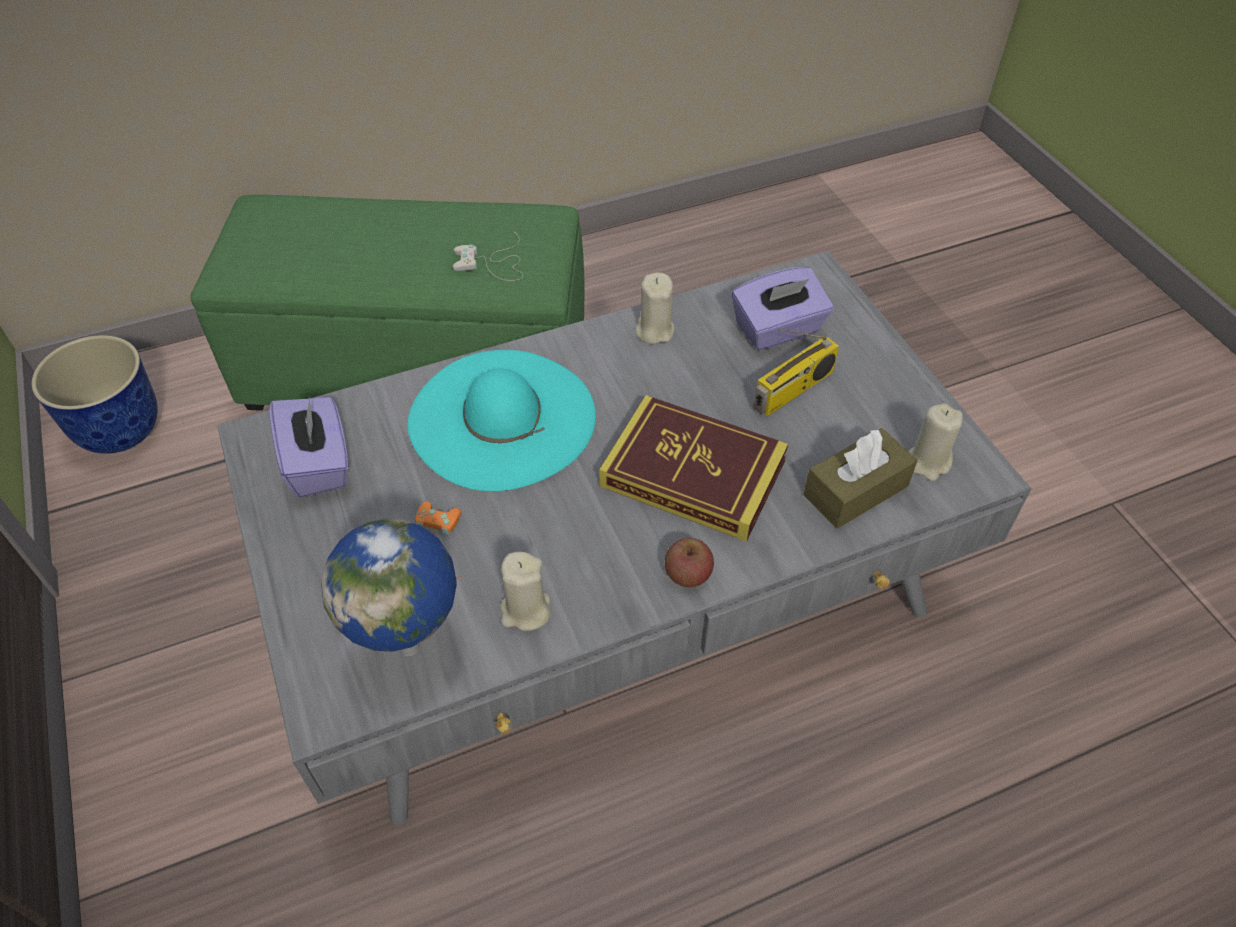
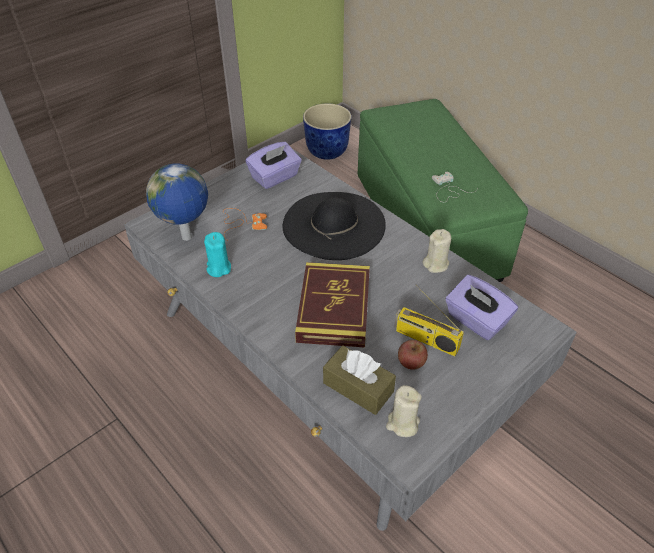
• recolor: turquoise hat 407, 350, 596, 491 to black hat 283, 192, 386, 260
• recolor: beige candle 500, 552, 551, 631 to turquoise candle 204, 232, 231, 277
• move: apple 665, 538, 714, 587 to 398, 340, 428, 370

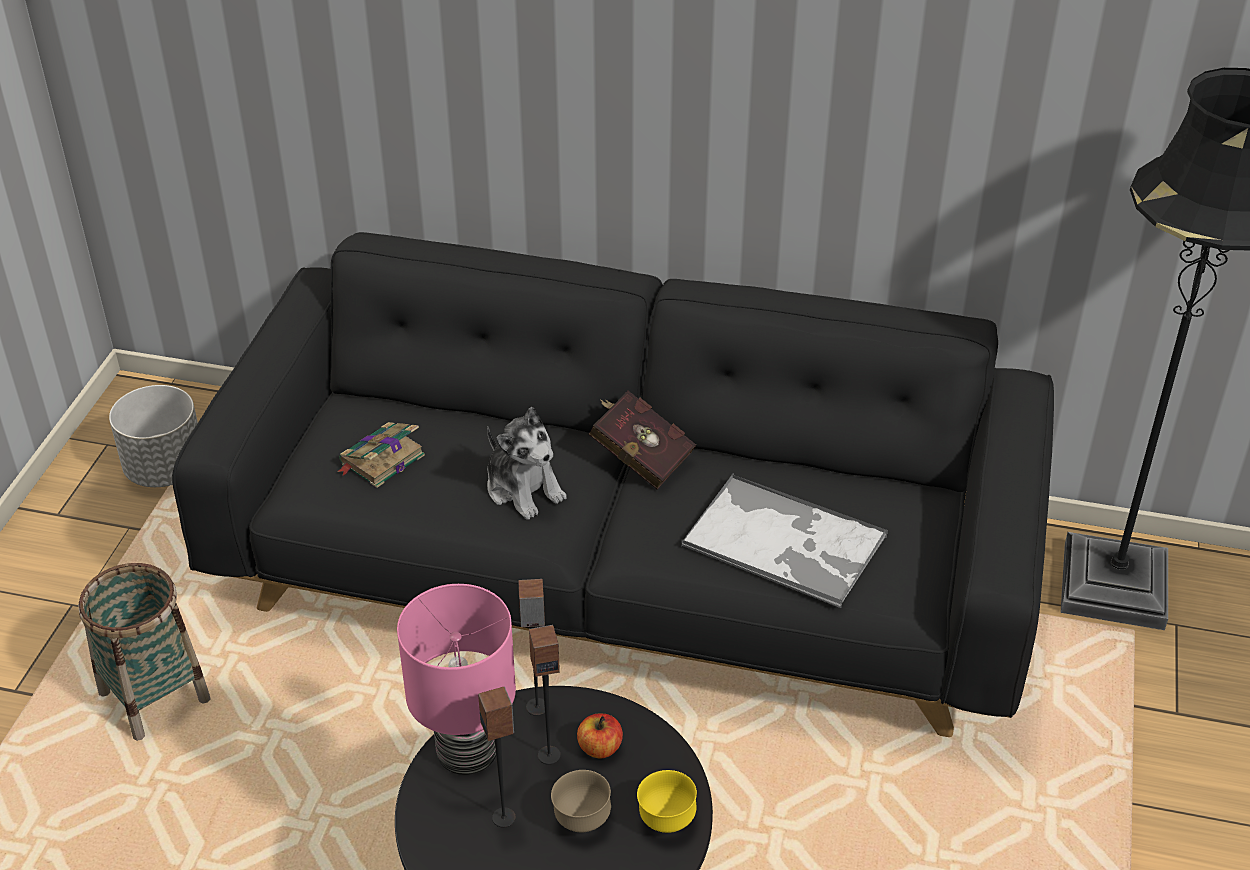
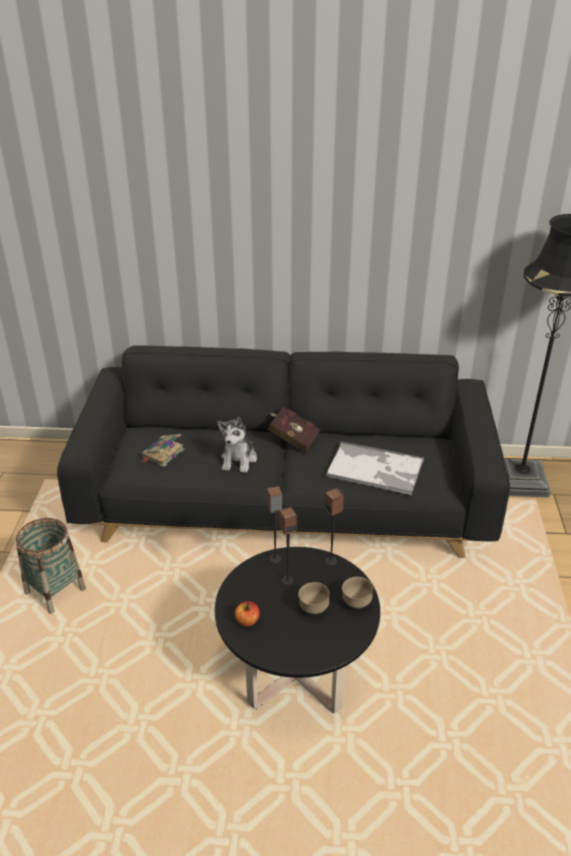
• delete: grey planter 109, 385, 198, 487
• delete: pink table lamp 397, 584, 516, 775
• move: speaker 478, 687, 516, 828 to 325, 488, 344, 566
• rotate: plush toy 487, 407, 567, 520 = 217, 417, 257, 473 60 degrees clockwise
• move: apple 577, 714, 623, 759 to 235, 601, 260, 627
• recolor: yellow bowl 637, 770, 697, 833 to brown bowl 342, 577, 373, 608

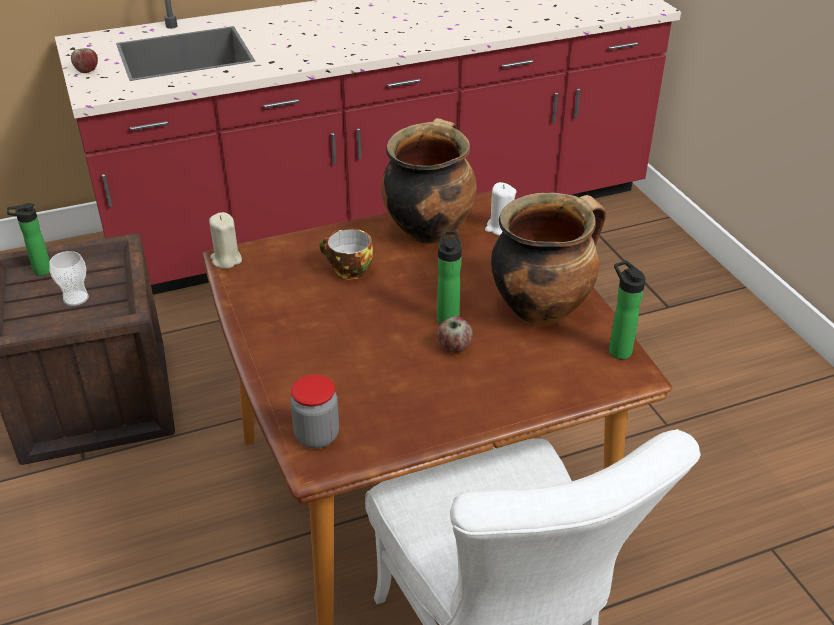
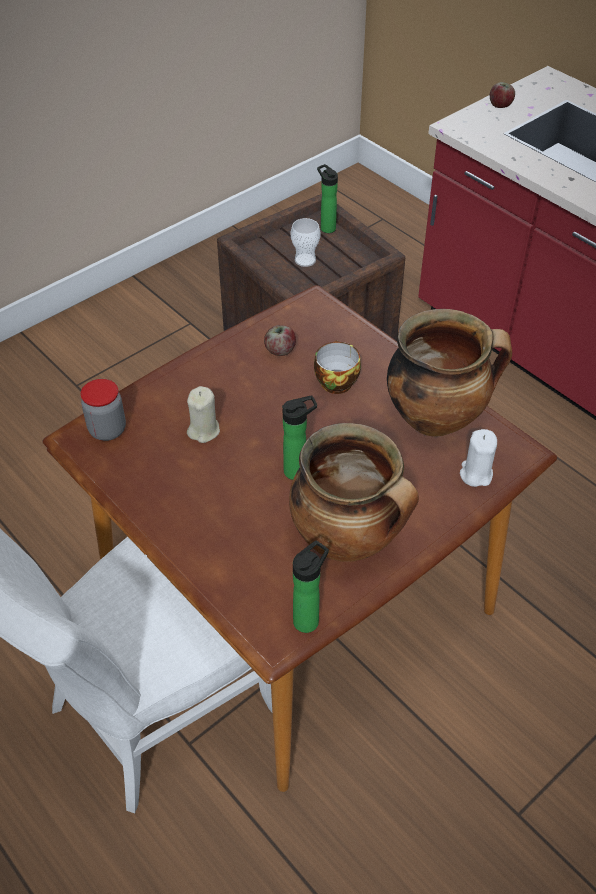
• move: beige candle 209, 212, 242, 269 to 187, 386, 220, 443
• move: apple 437, 316, 473, 353 to 264, 325, 296, 356

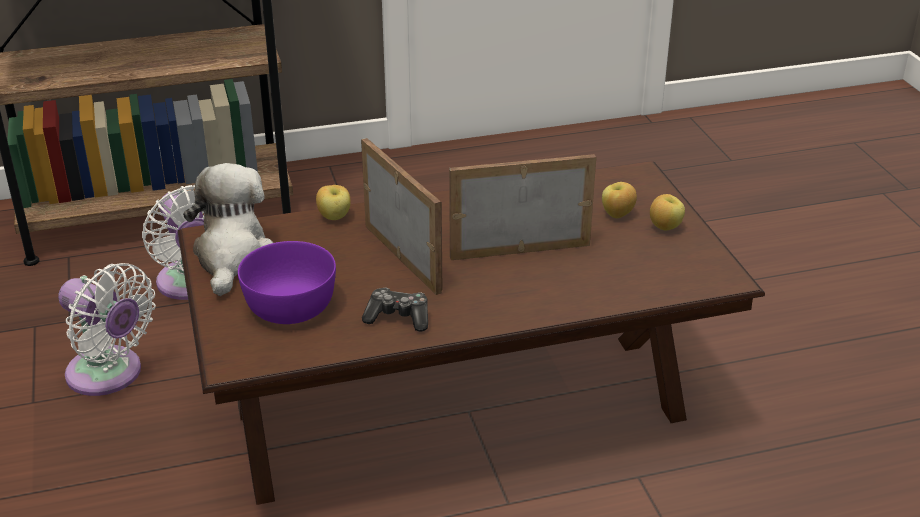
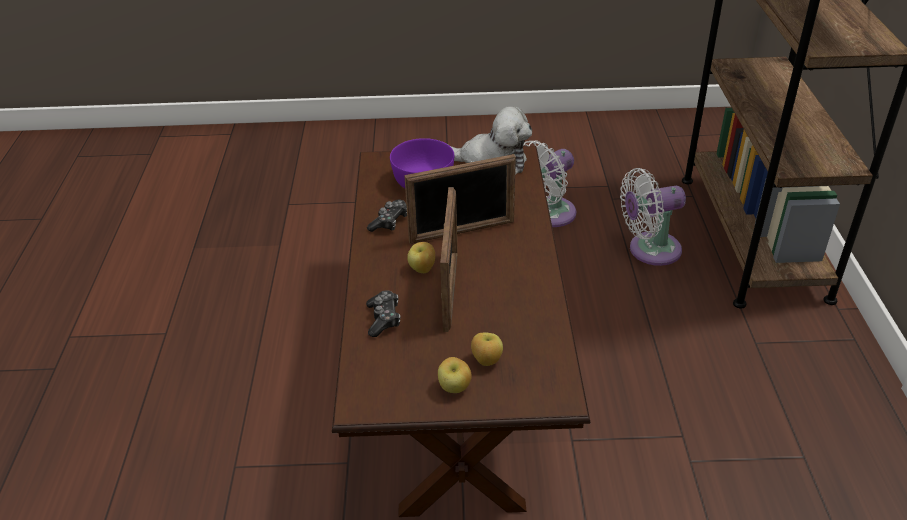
• move: apple 316, 185, 351, 220 to 407, 242, 435, 273
• insert: game controller 366, 290, 400, 337

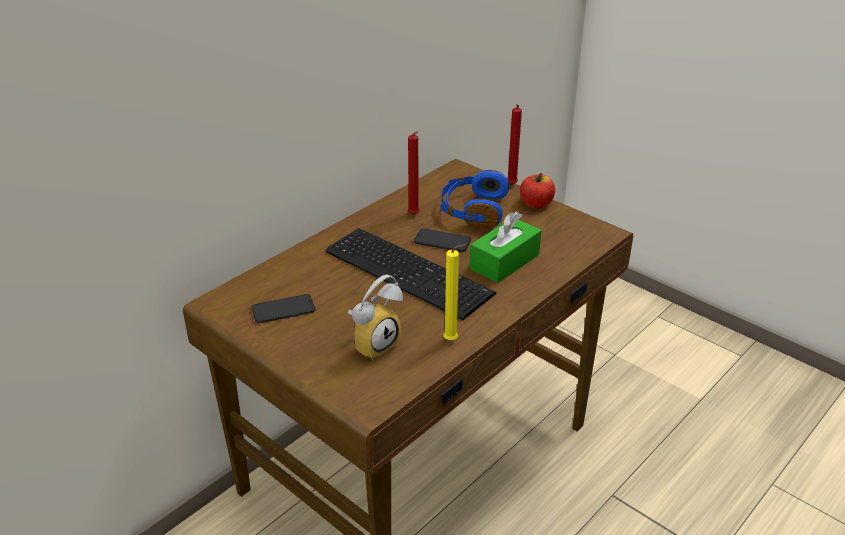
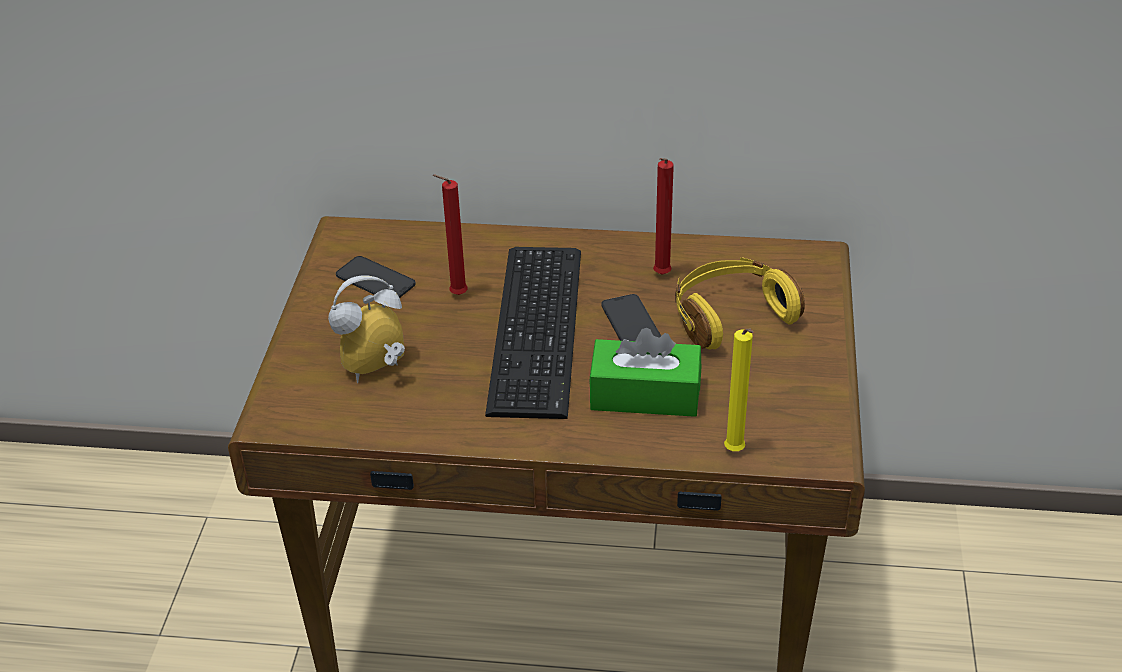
• rotate: alarm clock 348, 274, 403, 361 = 328, 275, 405, 383 135 degrees clockwise
• recolor: blue headphones 441, 170, 509, 230 to yellow headphones 675, 257, 805, 349
• move: yellow candle 443, 244, 466, 340 to 724, 329, 753, 451
• move: red candle 507, 104, 522, 185 to 433, 175, 468, 295
• delete: apple 520, 173, 555, 209

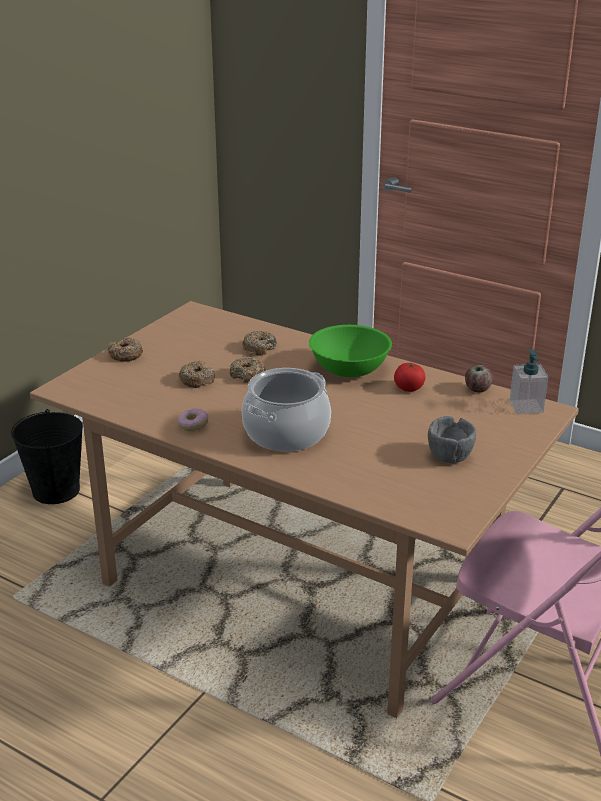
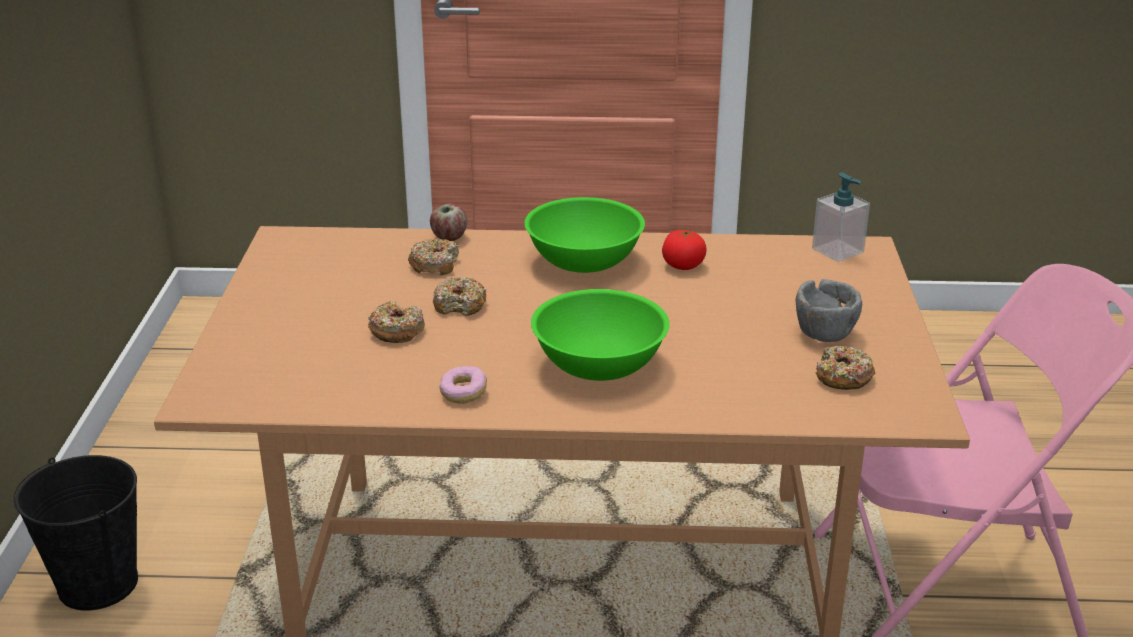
• move: donut 108, 337, 143, 362 to 815, 346, 875, 390
• replace: cooking pot 242, 368, 331, 452 to green bowl 531, 289, 670, 381
• move: apple 465, 365, 493, 393 to 430, 204, 467, 241

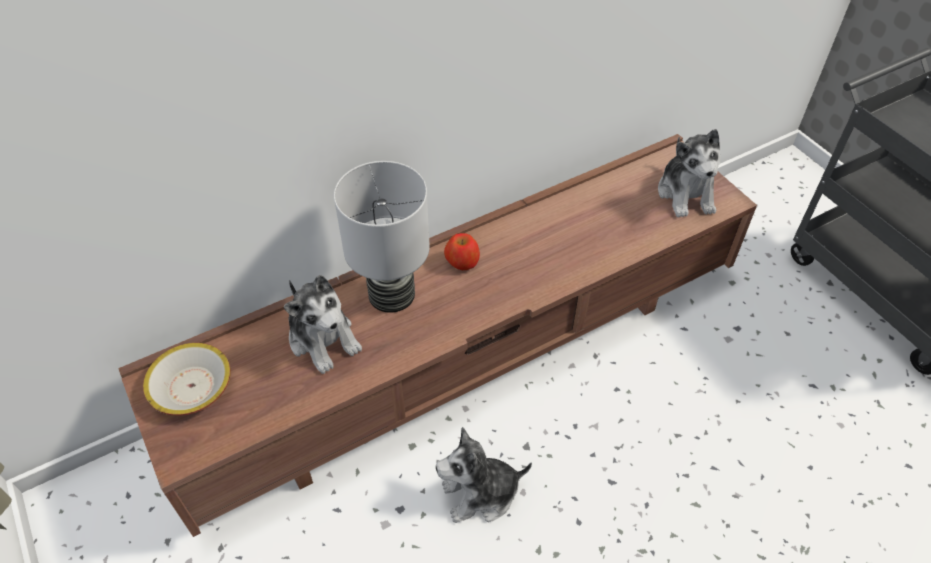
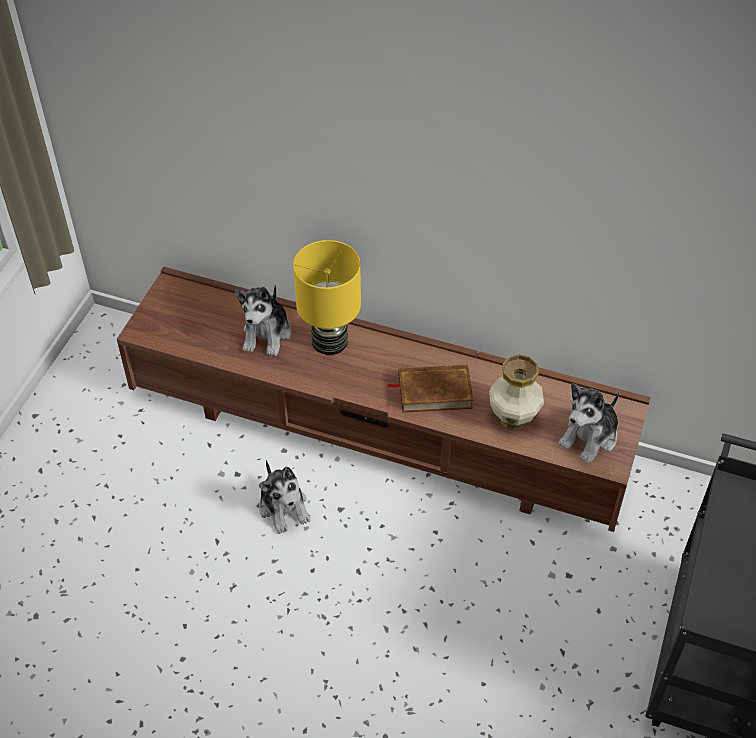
• delete: bowl 143, 343, 231, 416
• recolor: grey table lamp 334, 161, 430, 313 to yellow table lamp 293, 240, 361, 355
• rotate: plush toy 436, 427, 532, 523 = 259, 460, 311, 534 150 degrees counterclockwise
• delete: apple 444, 233, 480, 270
• insert: brown book 387, 365, 473, 412
• insert: vase 489, 354, 544, 431

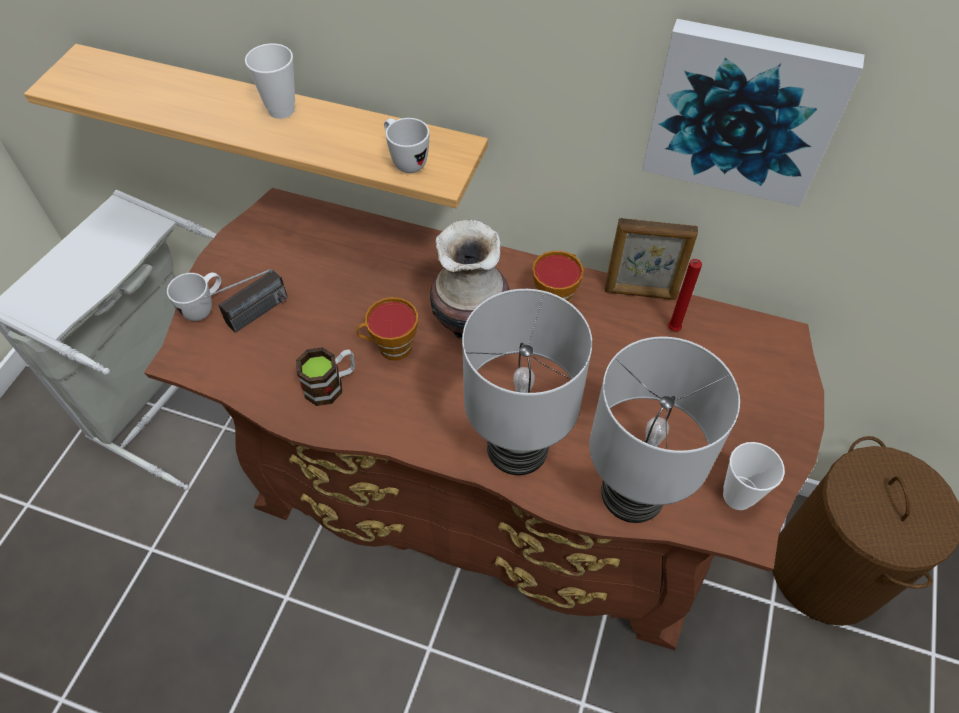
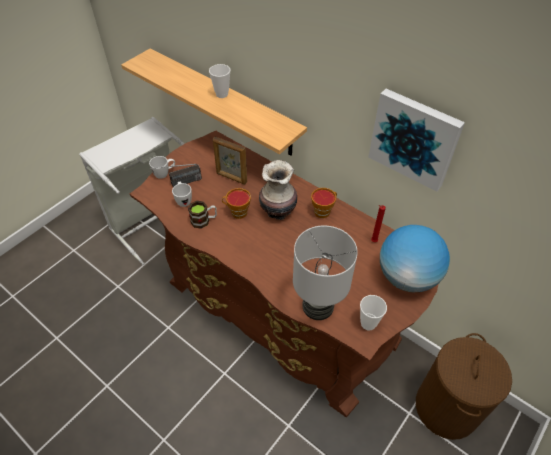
• move: white mug 384, 118, 429, 173 to 172, 182, 192, 207
• delete: grey table lamp 462, 289, 592, 475
• move: picture frame 605, 218, 698, 300 to 213, 137, 247, 185
• insert: globe 380, 225, 450, 292

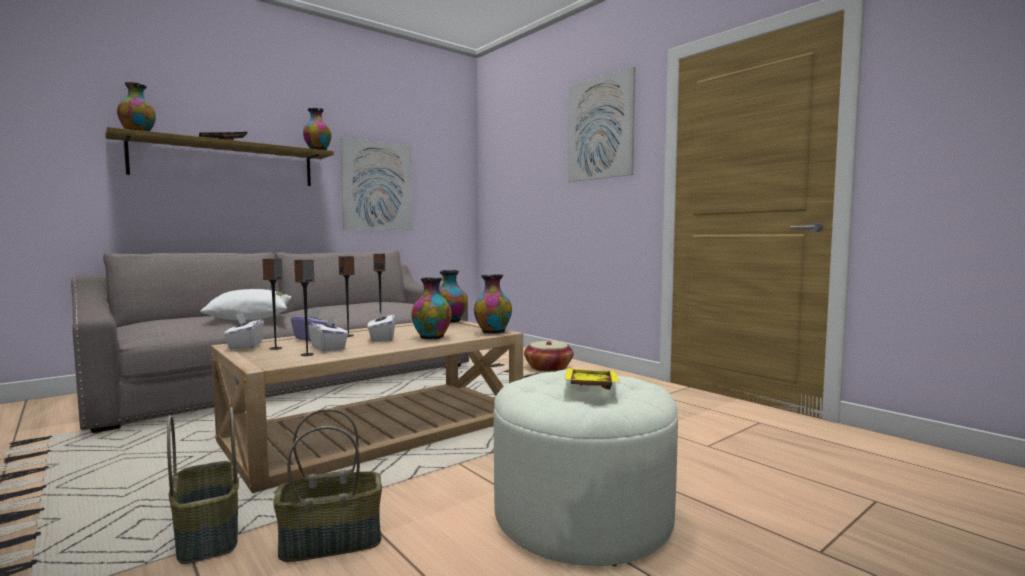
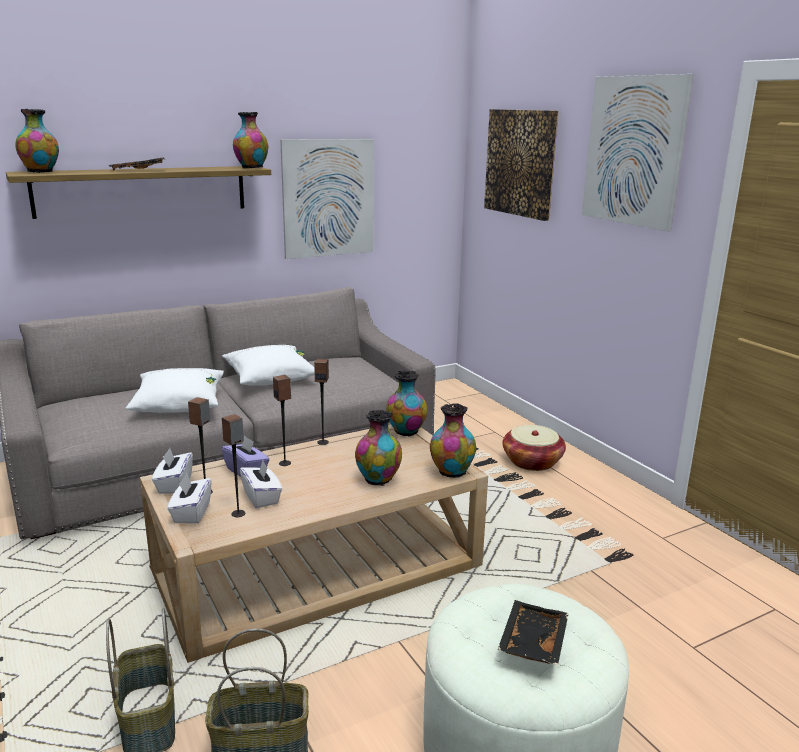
• move: white tissue box 367, 308, 395, 342 to 167, 474, 212, 524
• recolor: yellow tray 564, 368, 620, 390 to black tray 497, 600, 569, 665
• insert: white pillow 222, 345, 315, 386
• insert: picture 484, 109, 558, 221

